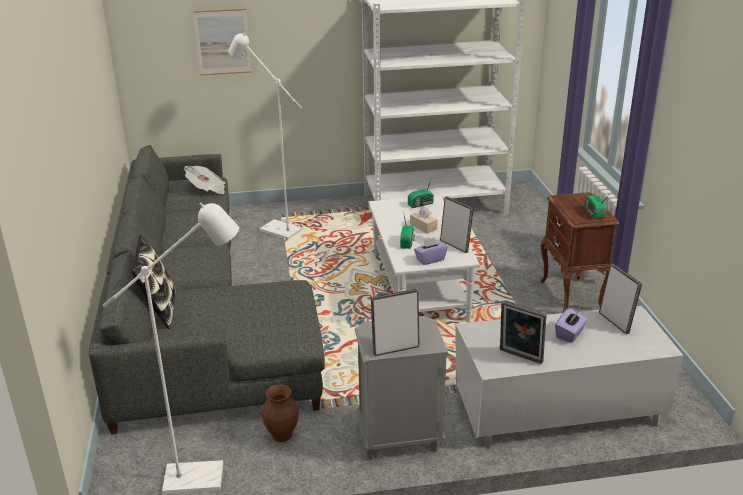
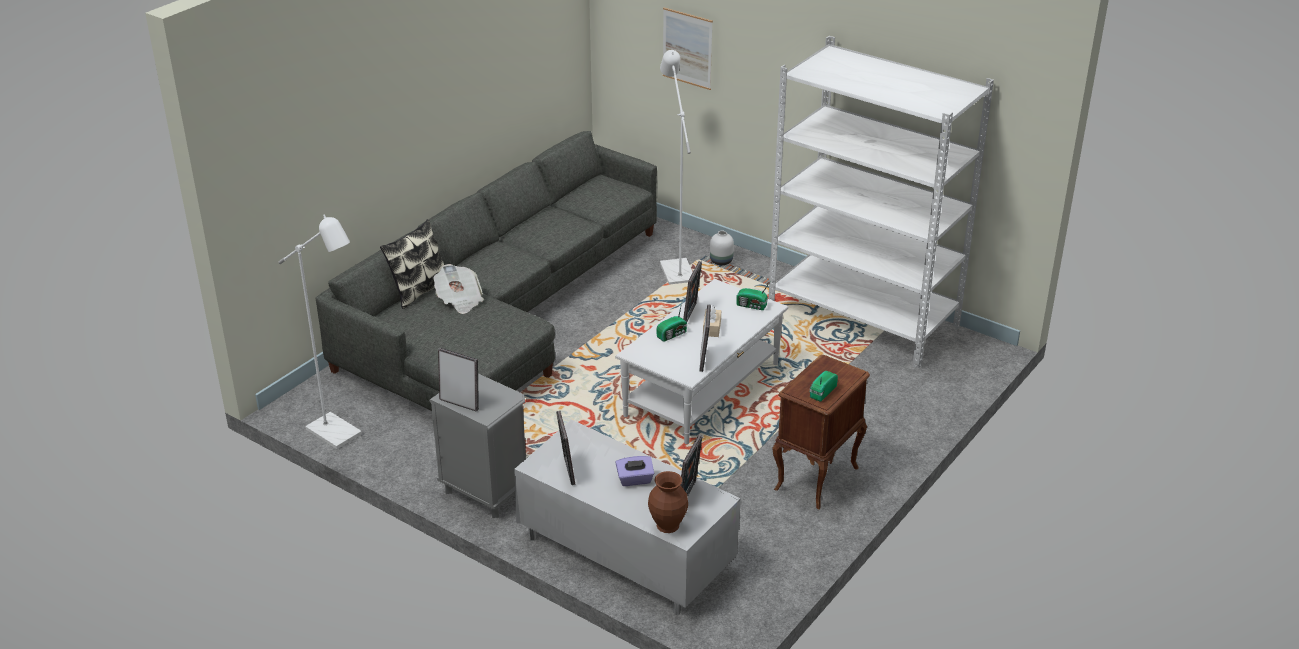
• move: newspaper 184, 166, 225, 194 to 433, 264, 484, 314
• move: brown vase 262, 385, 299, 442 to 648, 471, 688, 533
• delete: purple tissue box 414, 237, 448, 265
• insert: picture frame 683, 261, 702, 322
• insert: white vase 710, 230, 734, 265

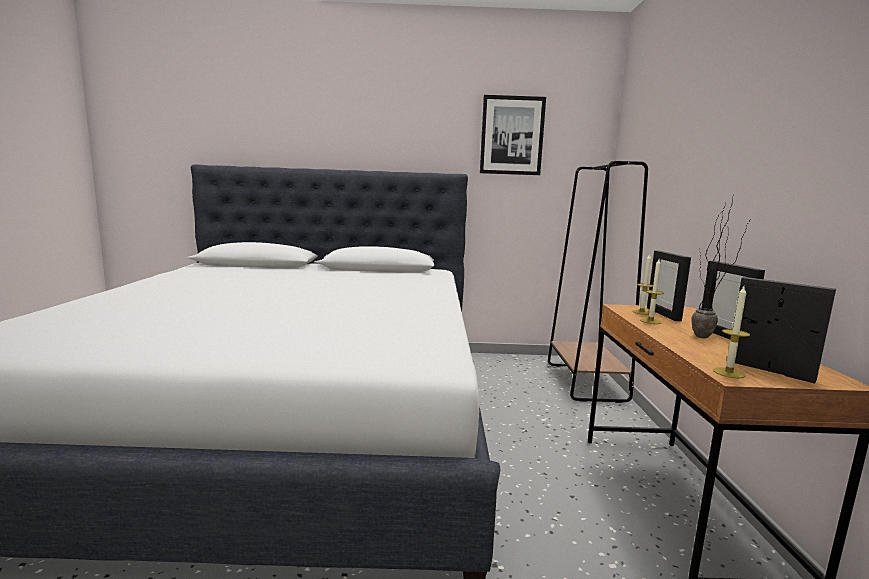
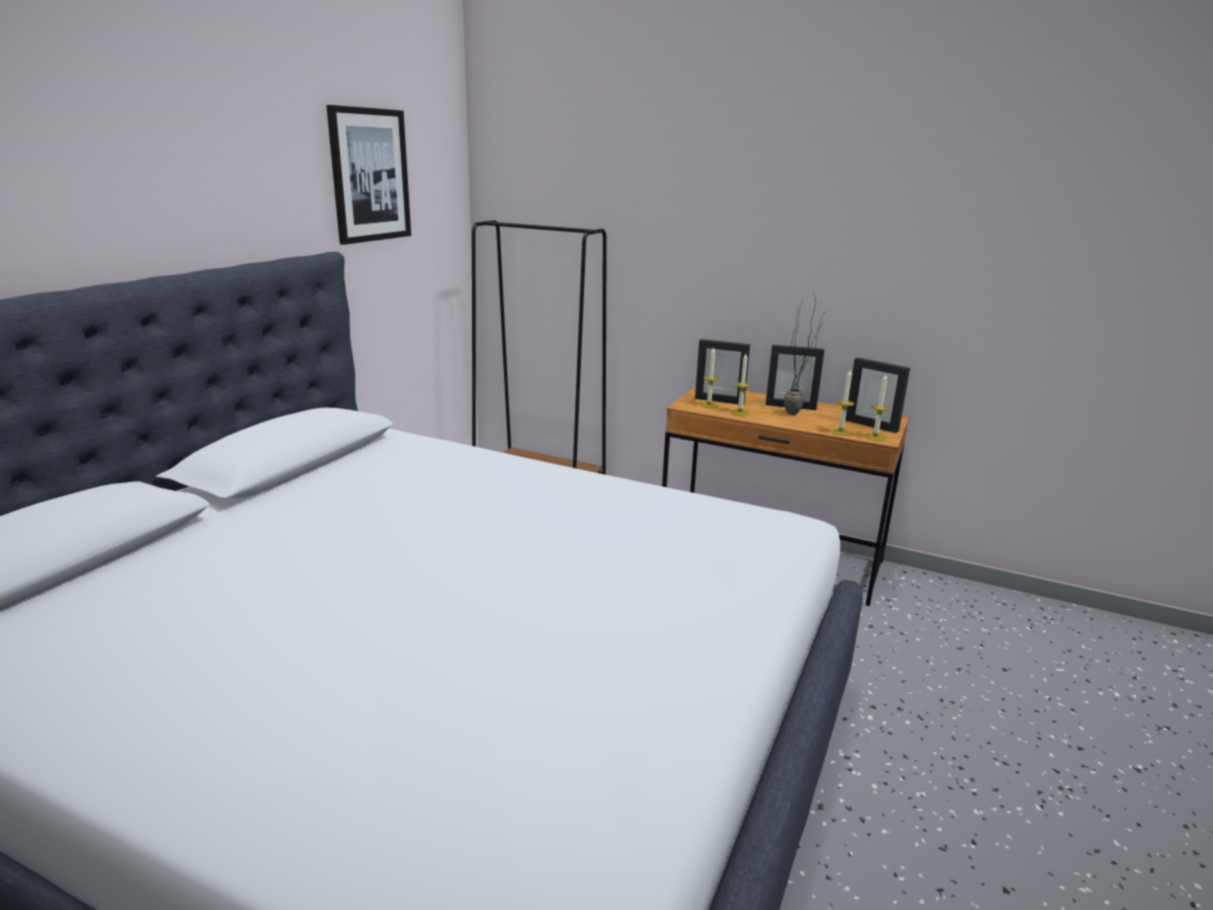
• rotate: picture frame 733, 277, 836, 384 = 845, 357, 910, 433 120 degrees counterclockwise
• insert: candle 831, 370, 854, 436

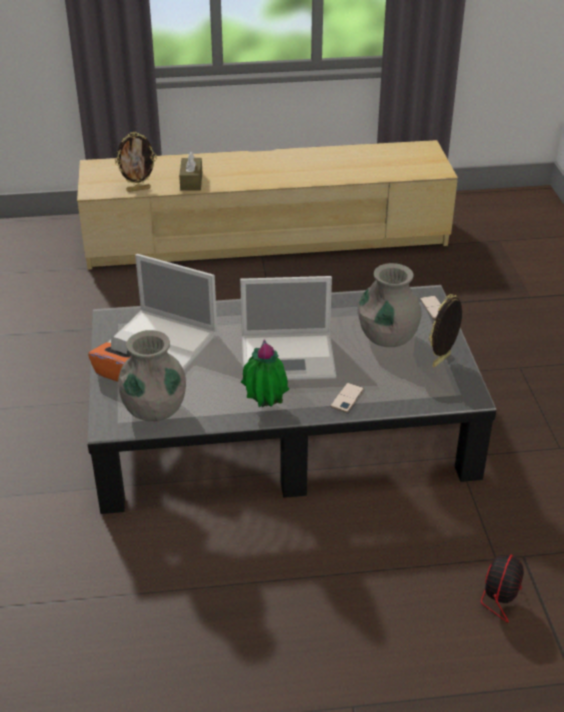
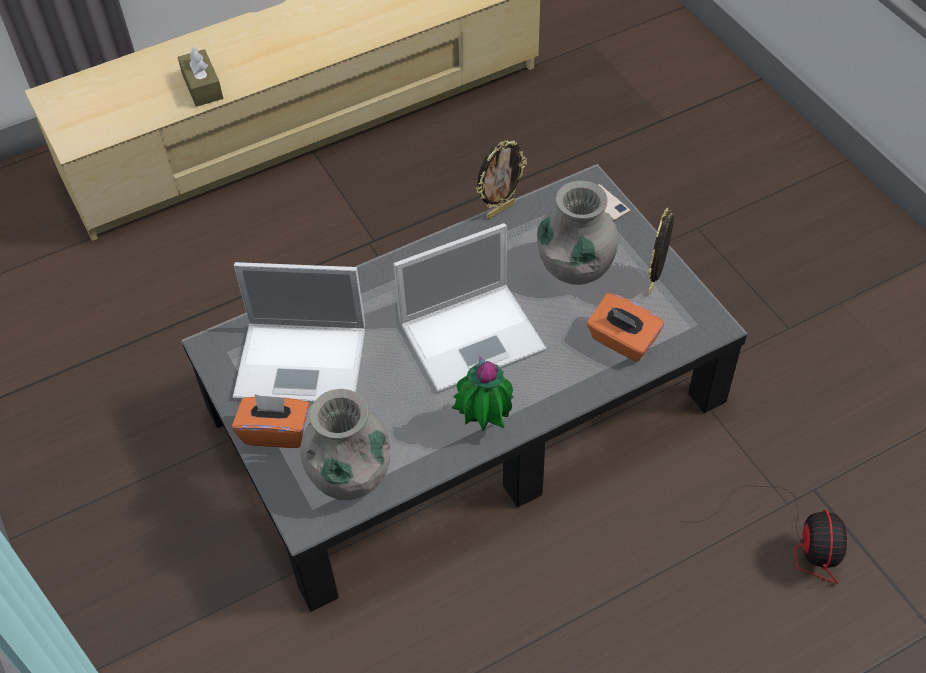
• move: picture frame 115, 132, 157, 192 to 476, 140, 527, 219
• delete: phone 330, 383, 364, 412
• insert: orange tissue box 587, 293, 664, 362

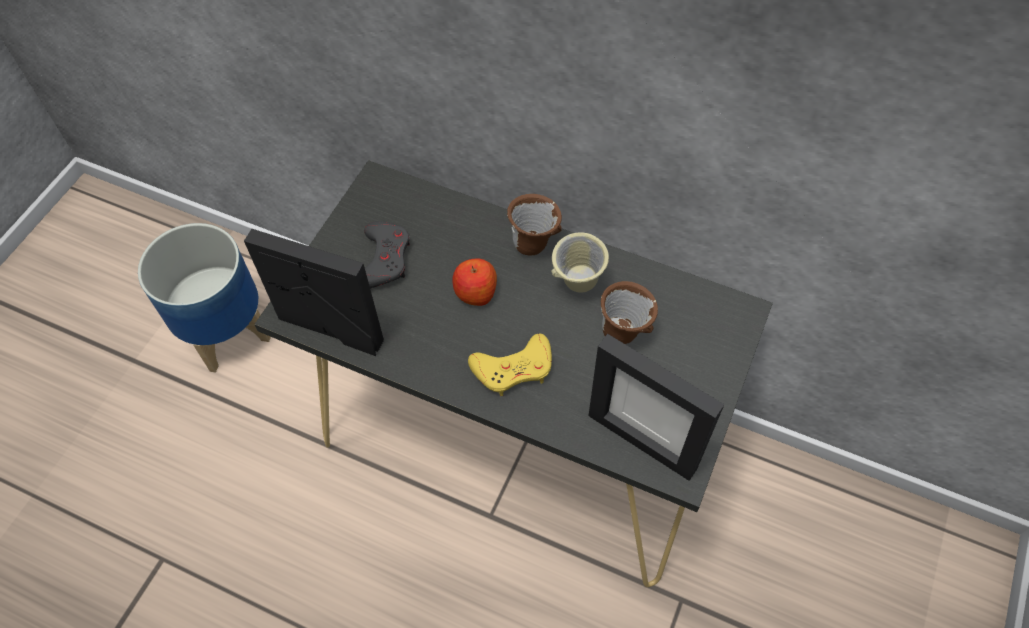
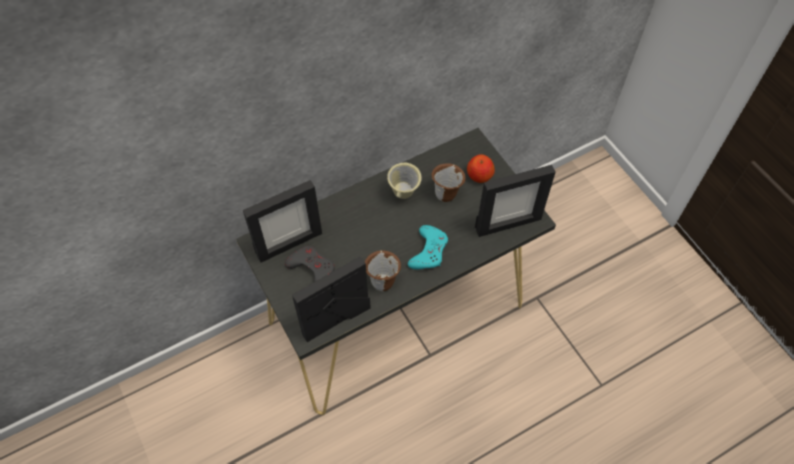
• delete: planter 138, 223, 271, 372
• move: apple 452, 258, 497, 306 to 467, 154, 495, 183
• recolor: yellow game controller 468, 334, 552, 396 to turquoise game controller 408, 225, 448, 269
• move: brown mug 507, 194, 562, 256 to 365, 251, 401, 291
• insert: picture frame 243, 180, 322, 262

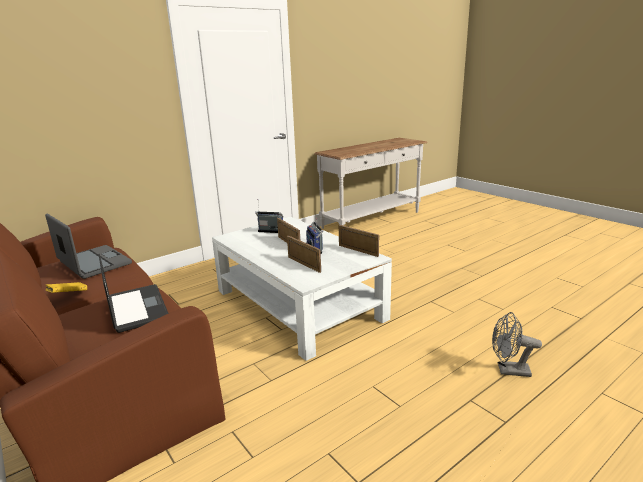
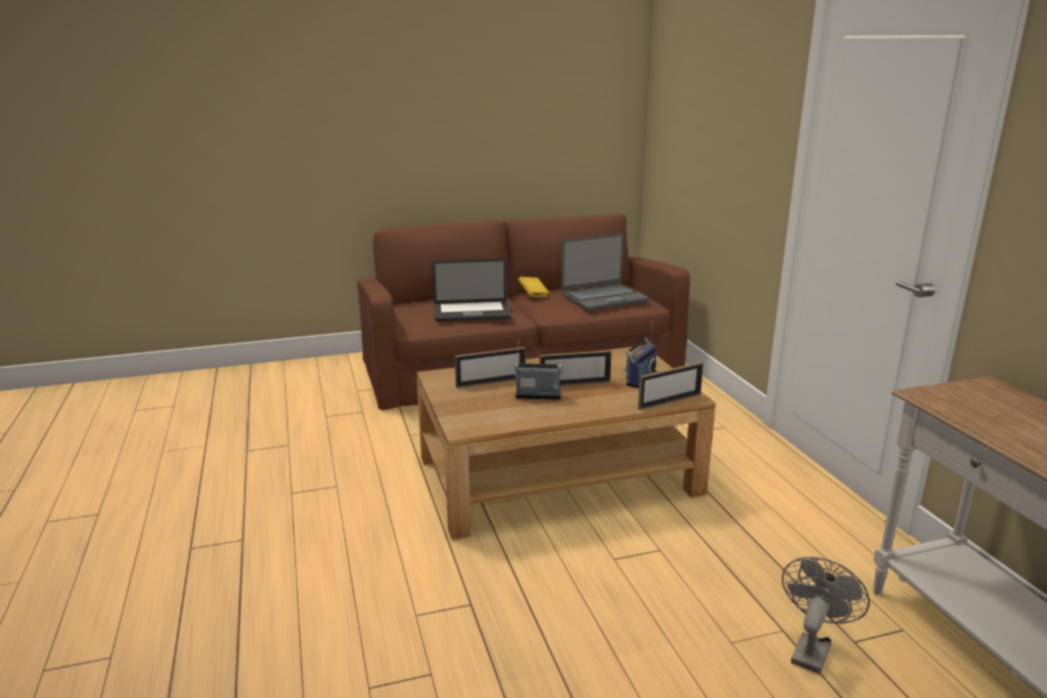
• recolor: white coffee table 212, 217, 392, 361 to brown coffee table 417, 346, 716, 540
• move: picture frame 339, 225, 379, 257 to 638, 362, 703, 410
• move: grey fan 492, 312, 542, 377 to 782, 557, 870, 674

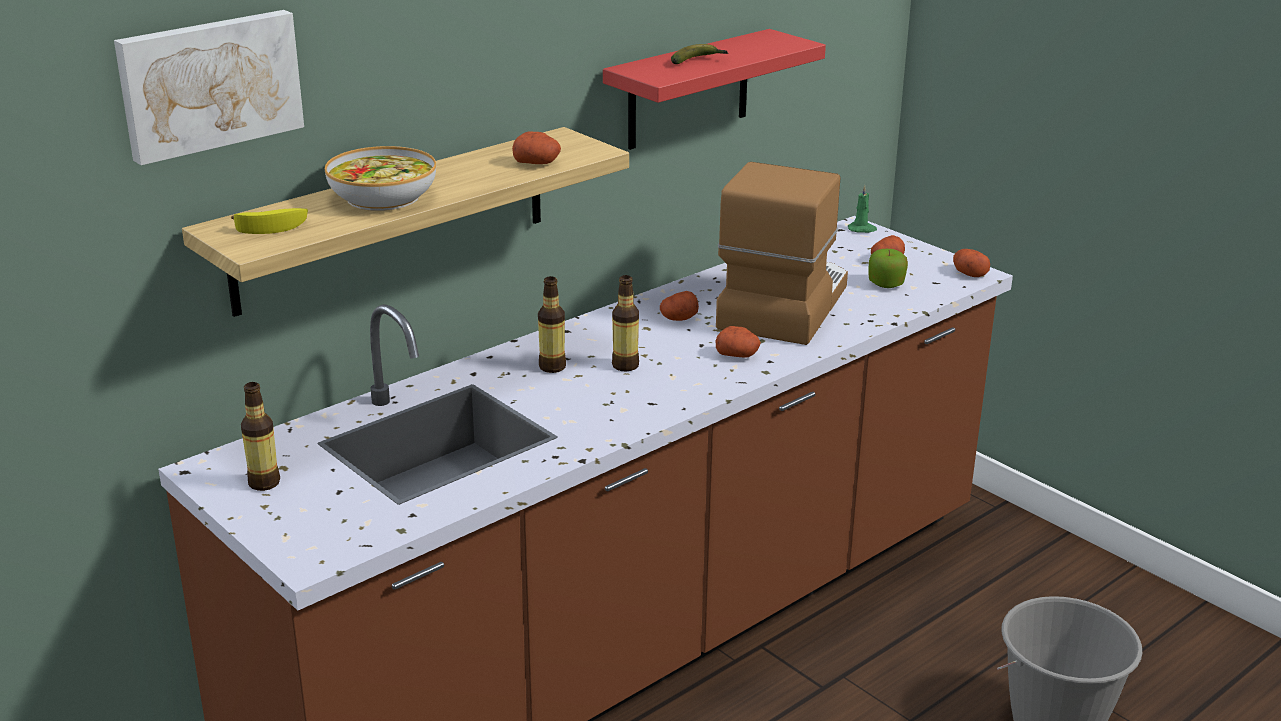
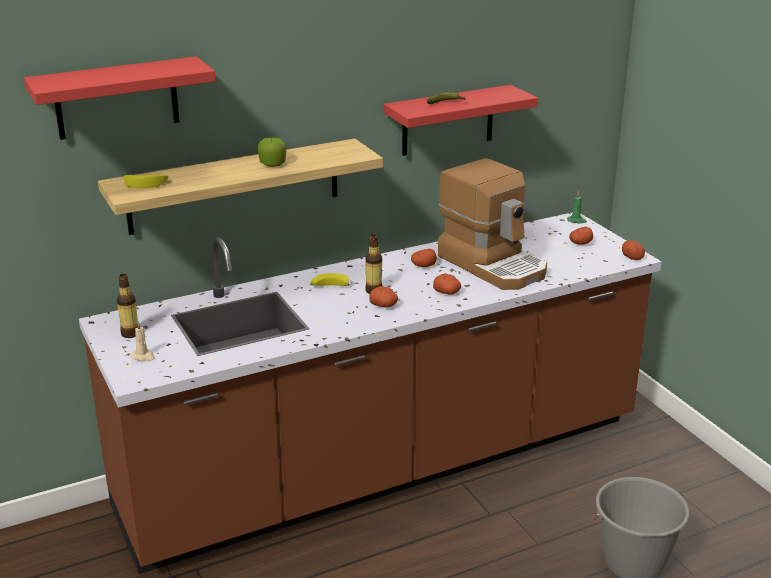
• replace: picture 114, 10, 304, 165 to red shelf 24, 56, 216, 140
• delete: bowl 325, 146, 436, 211
• move: potato 512, 131, 561, 164 to 370, 286, 398, 308
• replace: bottle 538, 276, 566, 373 to banana 310, 273, 350, 286
• rotate: coffee machine 716, 162, 848, 345 = 438, 158, 547, 290 105 degrees clockwise
• move: apple 868, 249, 908, 288 to 258, 137, 286, 167
• insert: beige candle 131, 321, 155, 361

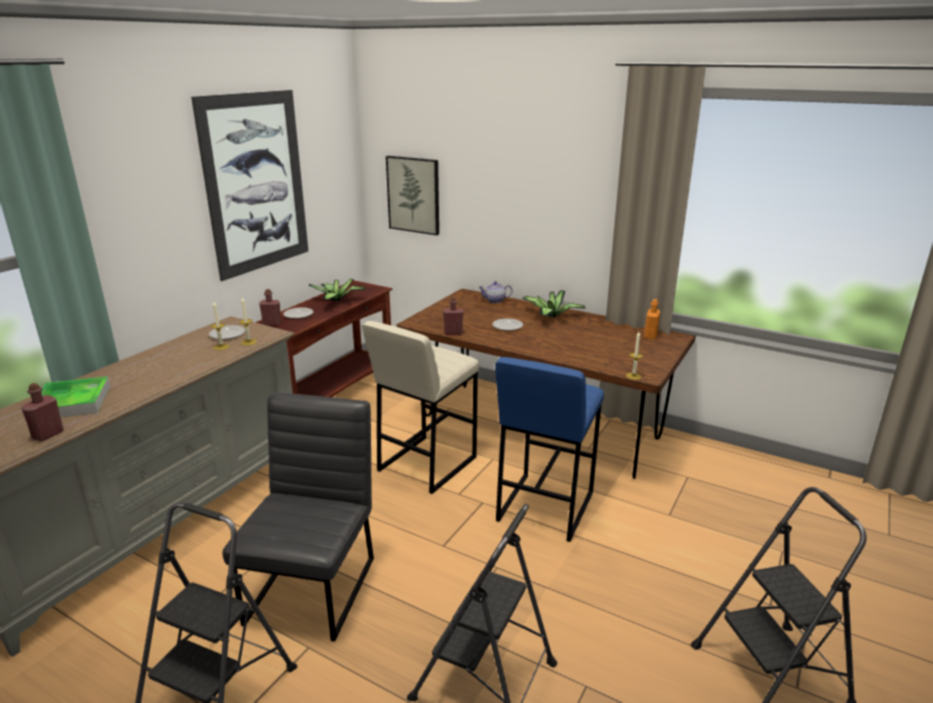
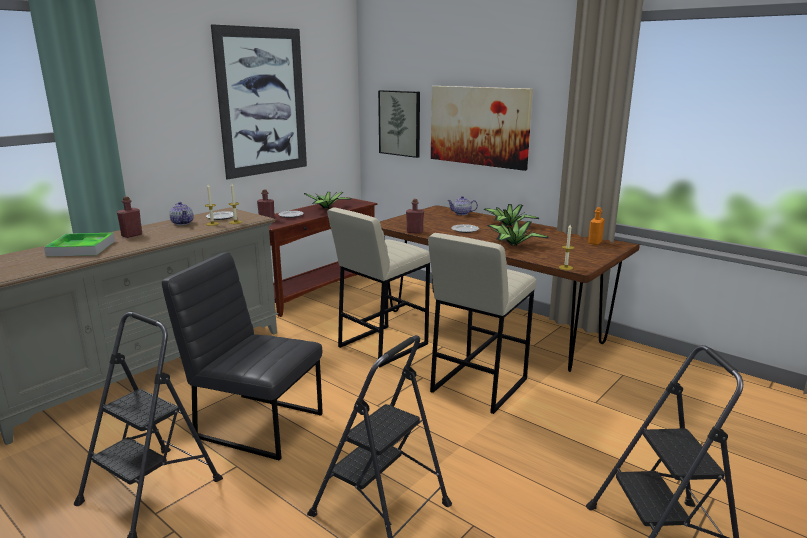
• move: red bottle 21, 383, 64, 442 to 117, 196, 142, 238
• rotate: grey chair 222, 392, 374, 642 = 162, 252, 323, 461 90 degrees counterclockwise
• recolor: blue stool 495, 357, 604, 542 to beige stool 428, 233, 536, 414
• insert: teapot 169, 202, 194, 225
• insert: picture 431, 86, 533, 171
• insert: potted plant 487, 220, 549, 246

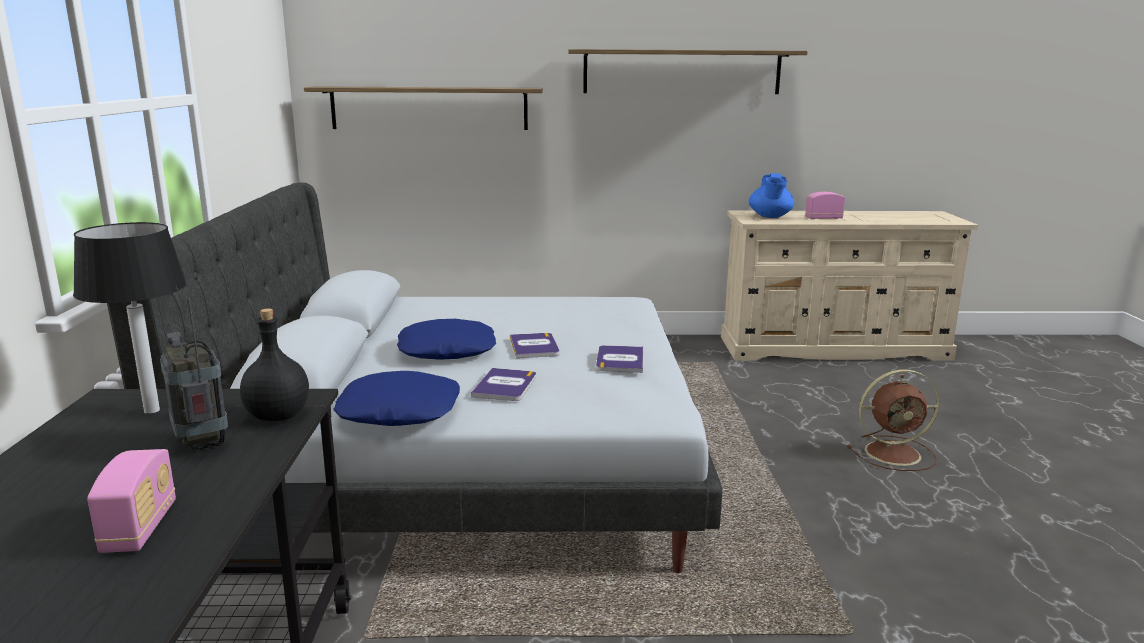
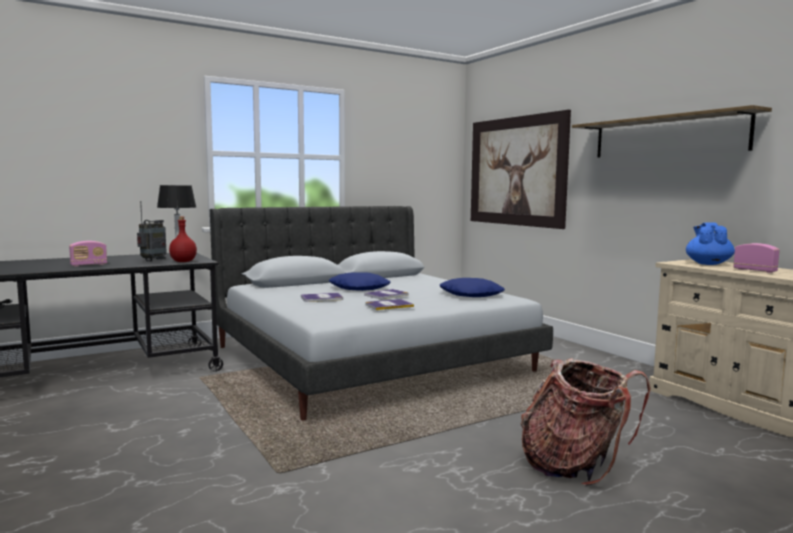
• recolor: black bottle 240, 308, 309, 421 to red bottle 169, 216, 197, 262
• replace: shelf 304, 86, 543, 130 to picture 471, 110, 571, 229
• move: blue pillow 333, 371, 460, 426 to 440, 278, 505, 297
• rotate: blue teapot 749, 173, 794, 218 = 686, 222, 735, 265 120 degrees clockwise
• replace: brown fan 847, 369, 940, 471 to backpack 520, 358, 651, 486

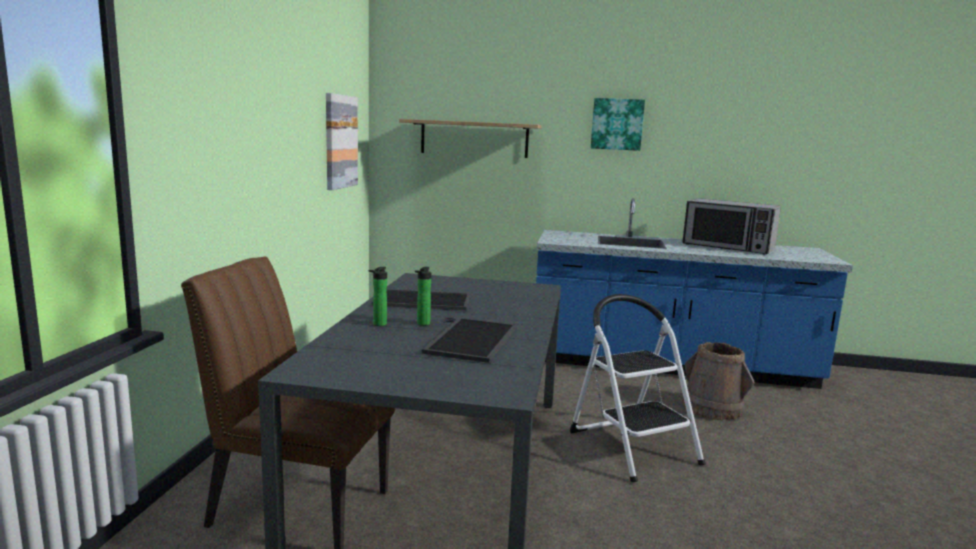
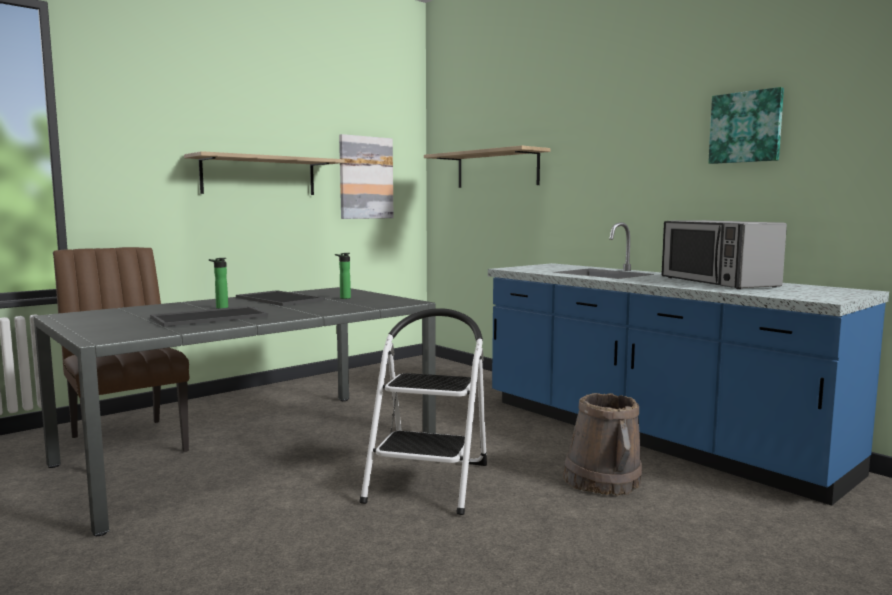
• move: bottle 369, 267, 387, 326 to 335, 253, 351, 299
• move: picture 591, 98, 645, 151 to 708, 87, 784, 164
• insert: shelf 184, 151, 345, 195

